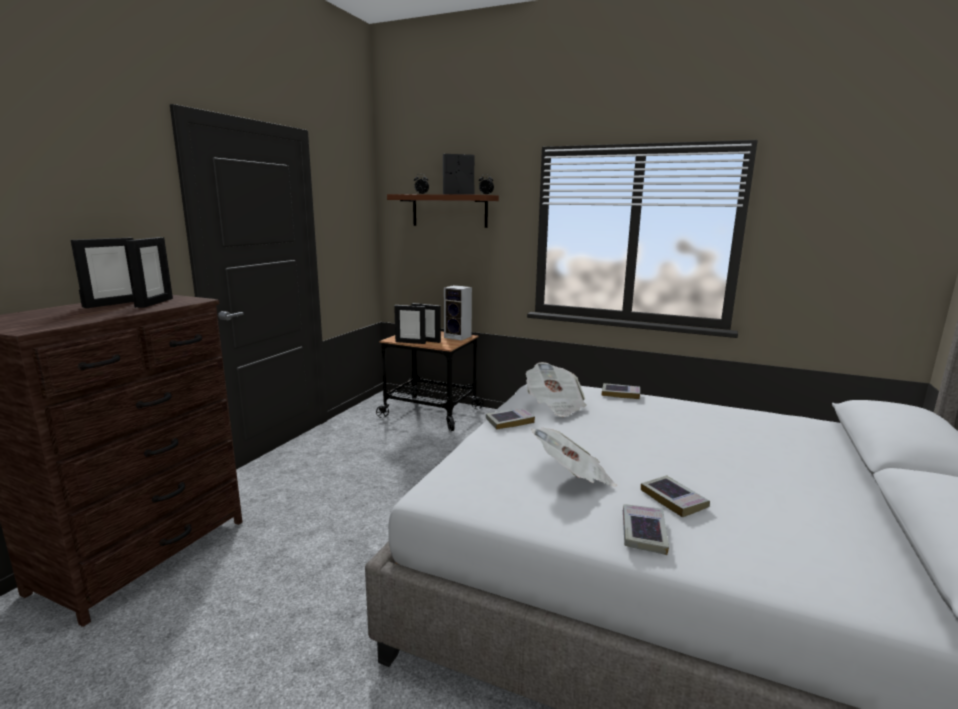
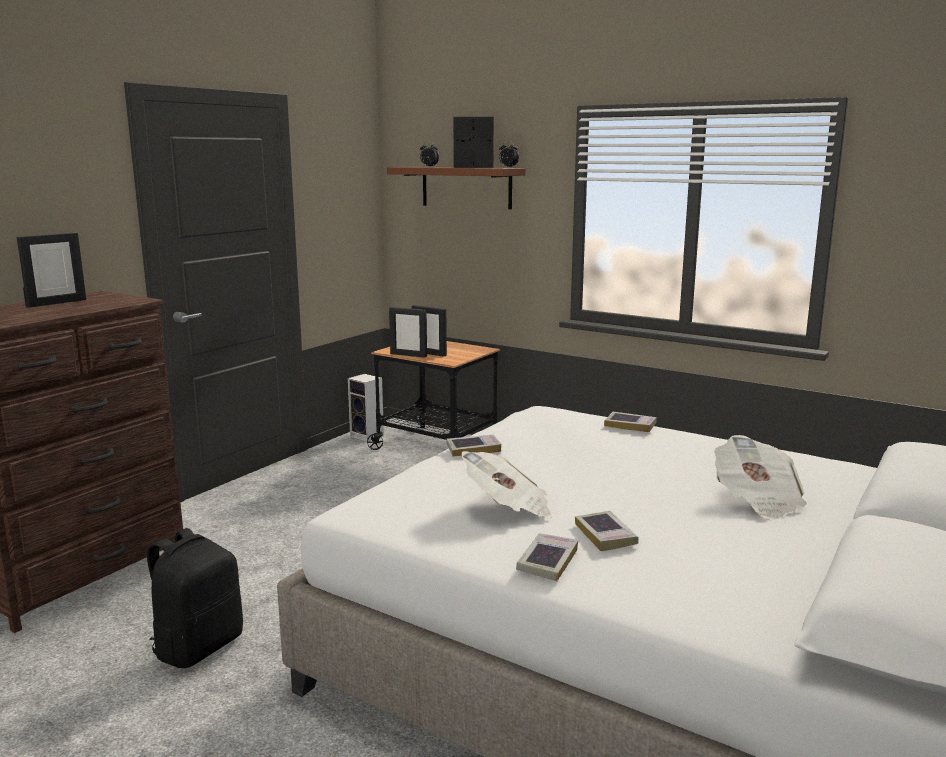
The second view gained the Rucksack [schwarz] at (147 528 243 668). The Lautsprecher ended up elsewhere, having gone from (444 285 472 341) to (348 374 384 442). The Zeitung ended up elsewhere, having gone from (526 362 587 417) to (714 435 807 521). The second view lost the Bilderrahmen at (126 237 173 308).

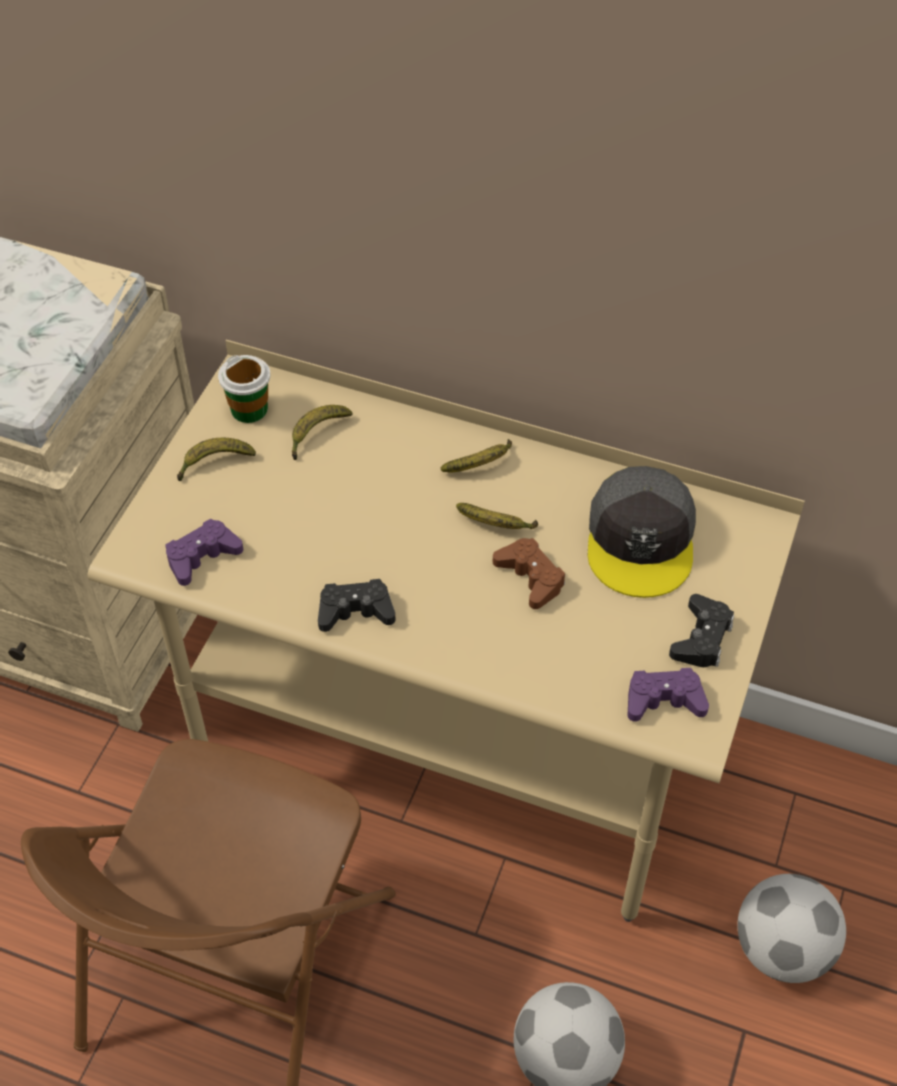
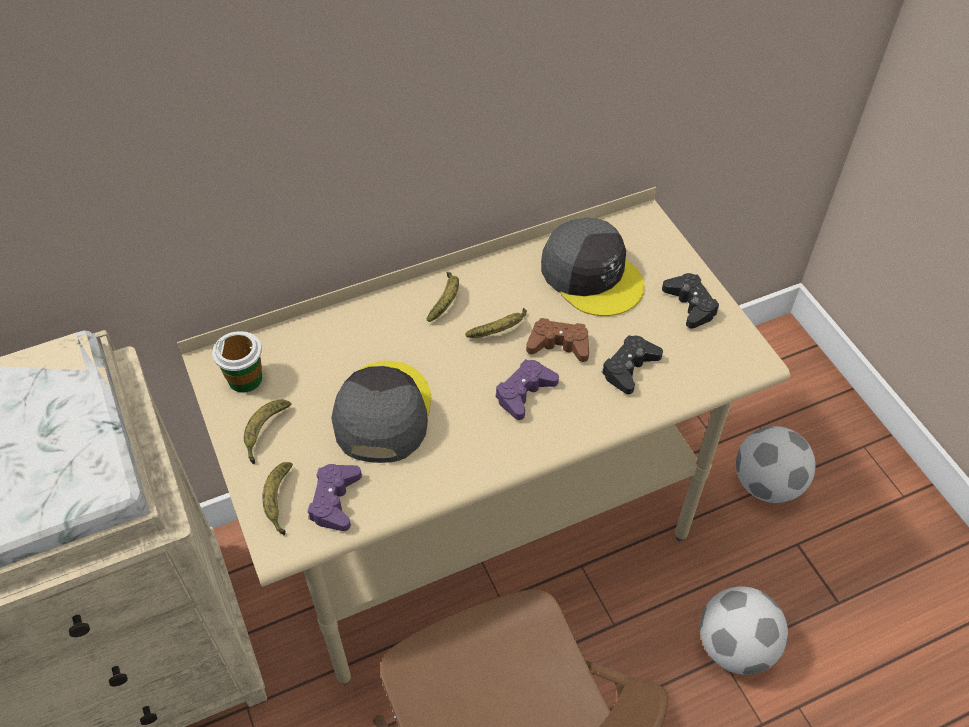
The Banane ended up elsewhere, having gone from (292 405 353 460) to (262 462 293 536). The second view gained the Kappe [grau] at (331 361 431 463). The Gamepad [lila] ended up elsewhere, having gone from (627 668 709 722) to (495 359 559 420). The Gamepad [schwarz] ended up elsewhere, having gone from (318 579 395 632) to (601 335 663 394).

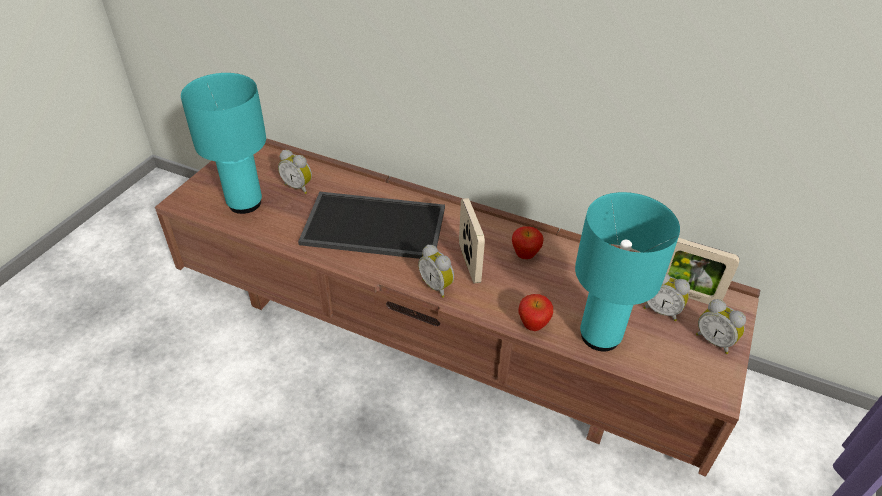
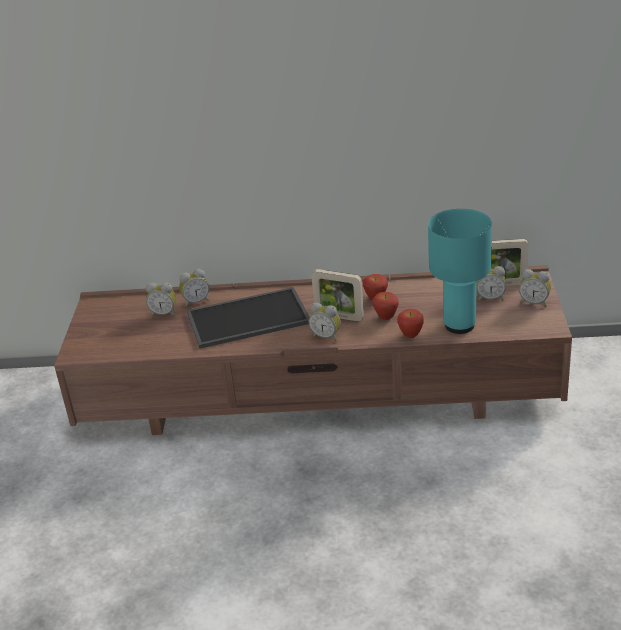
The second view gained the Wecker at (179 269 209 307). The Bilderrahmen at (459 198 485 284) ended up facing another way, 150 degrees clockwise from before. The second view gained the Apfel at (373 292 398 320). The second view lost the Tischlampe [türkis] at (181 73 266 214).

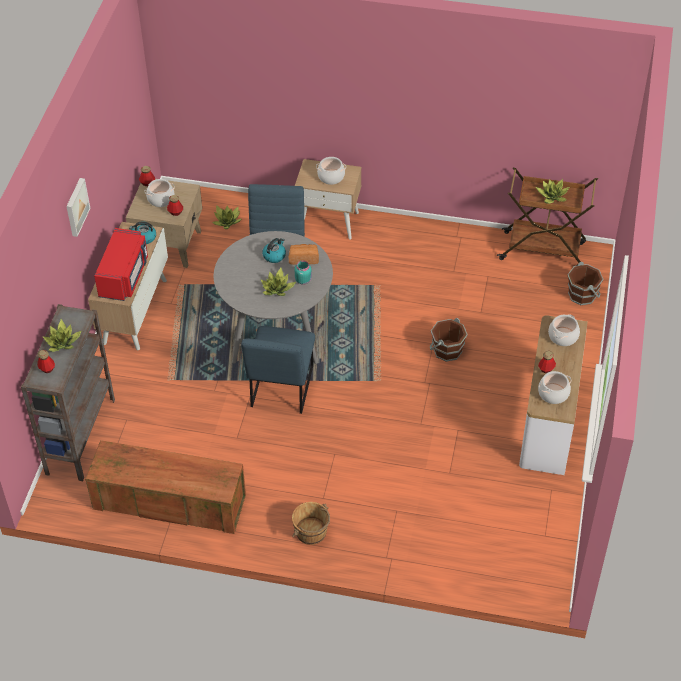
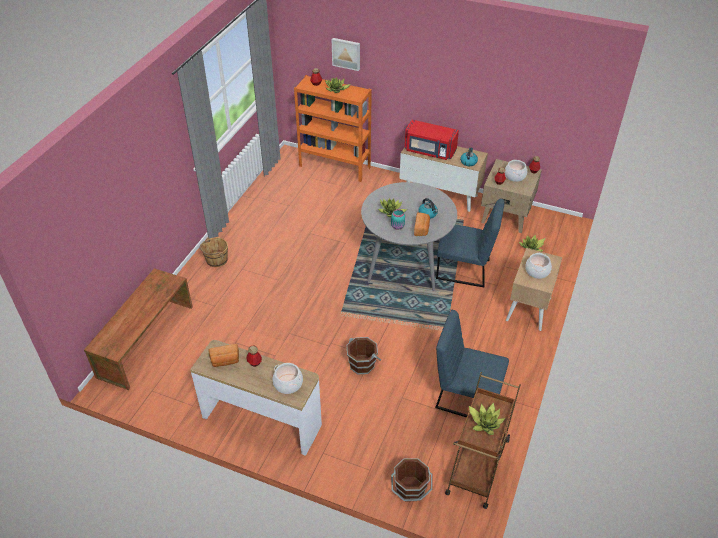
The Bank [braun] ended up elsewhere, having gone from (85 440 246 534) to (84 268 193 390). Where the Kochtopf stood at (538 371 571 404), the Brot came to stand at (208 344 239 367). What was the Bücherregal [grau] at (21 304 115 481) turned into the Bücherregal [orange] at (294 75 372 182). The Bild ended up elsewhere, having gone from (66 178 90 237) to (332 38 360 71). The Stuhl [blau] ended up elsewhere, having gone from (241 326 315 414) to (435 310 509 417).

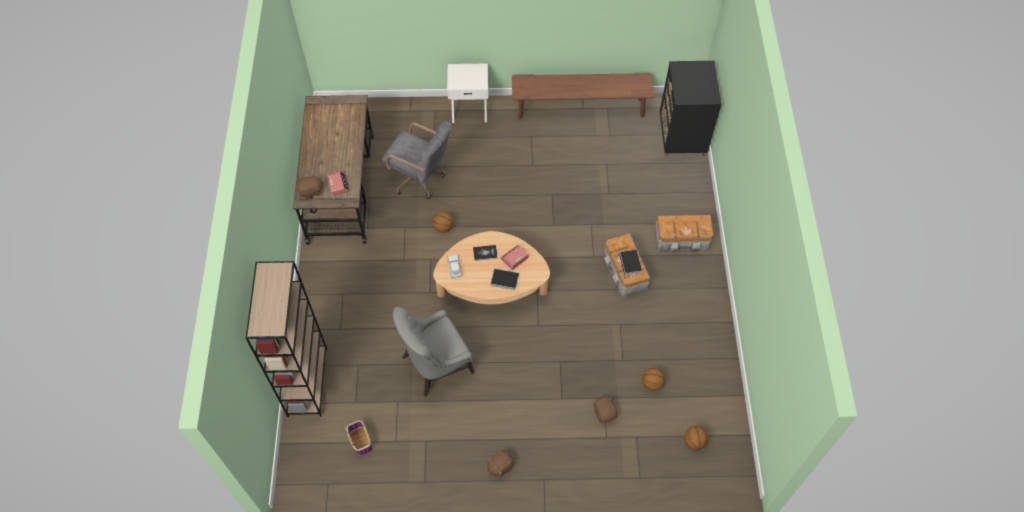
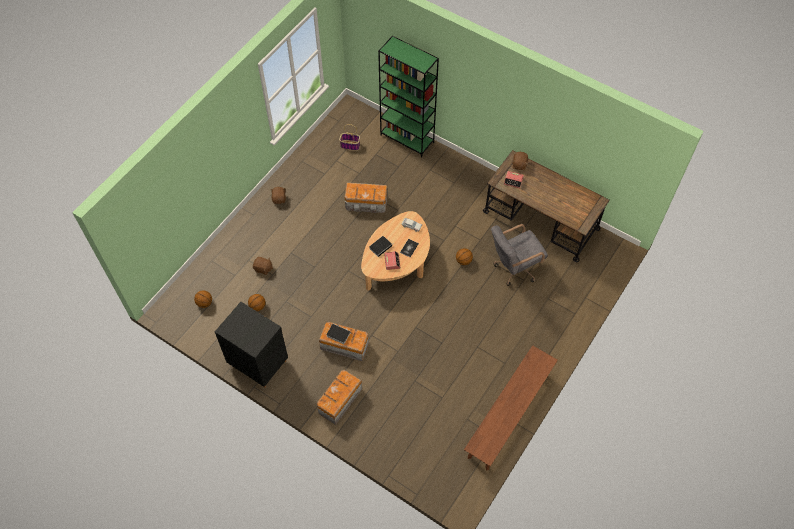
The Kommode [schwarz] ended up elsewhere, having gone from (660 61 722 157) to (215 302 288 388). Where the Stuhl [grau] stood at (393 306 474 396), the Aufbewahrungsbox came to stand at (345 182 388 213). What was the Bücherregal [beige] at (245 261 327 417) turned into the Bücherregal [grün] at (378 36 439 158). The second view lost the Nachttisch [weiß] at (447 63 488 123).

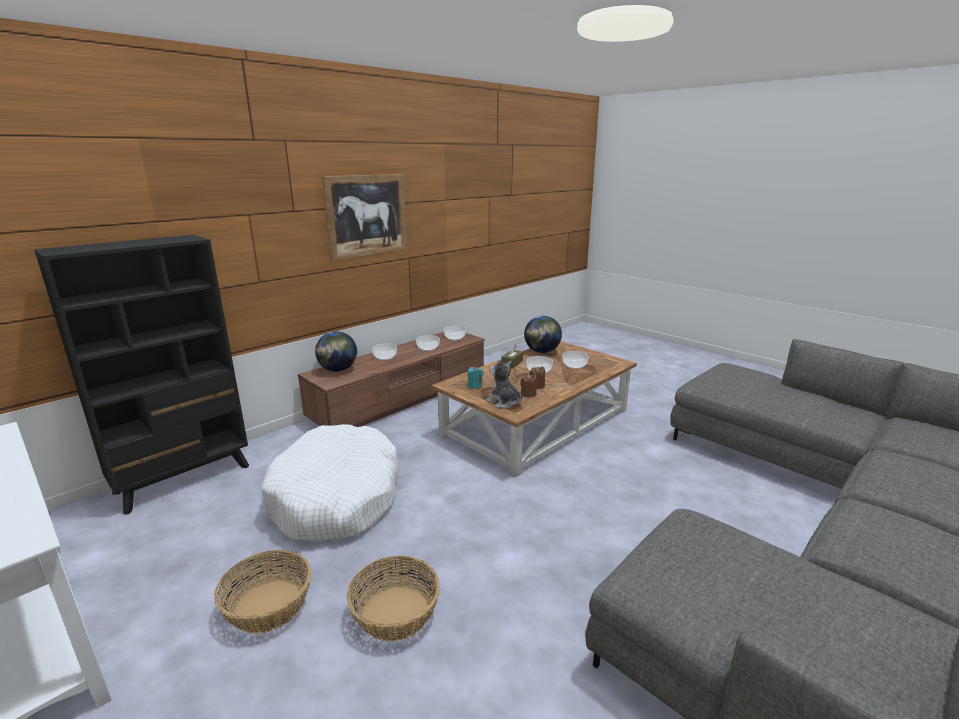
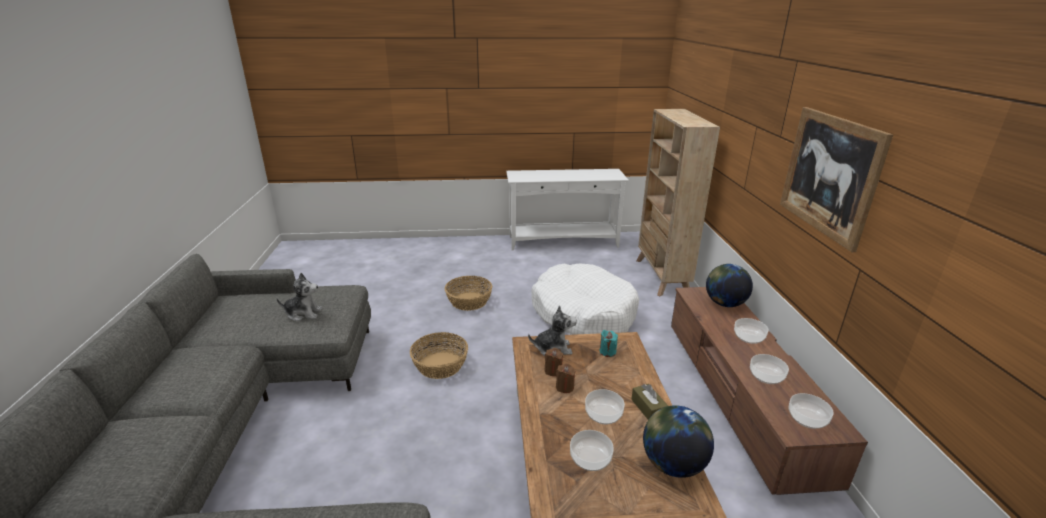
The second view gained the Plüschtier at (276 273 323 321). The Korb ended up elsewhere, having gone from (214 550 311 634) to (410 332 468 379). What was the Bücherregal [schwarz] at (34 235 249 514) turned into the Bücherregal [beige] at (636 109 720 296).

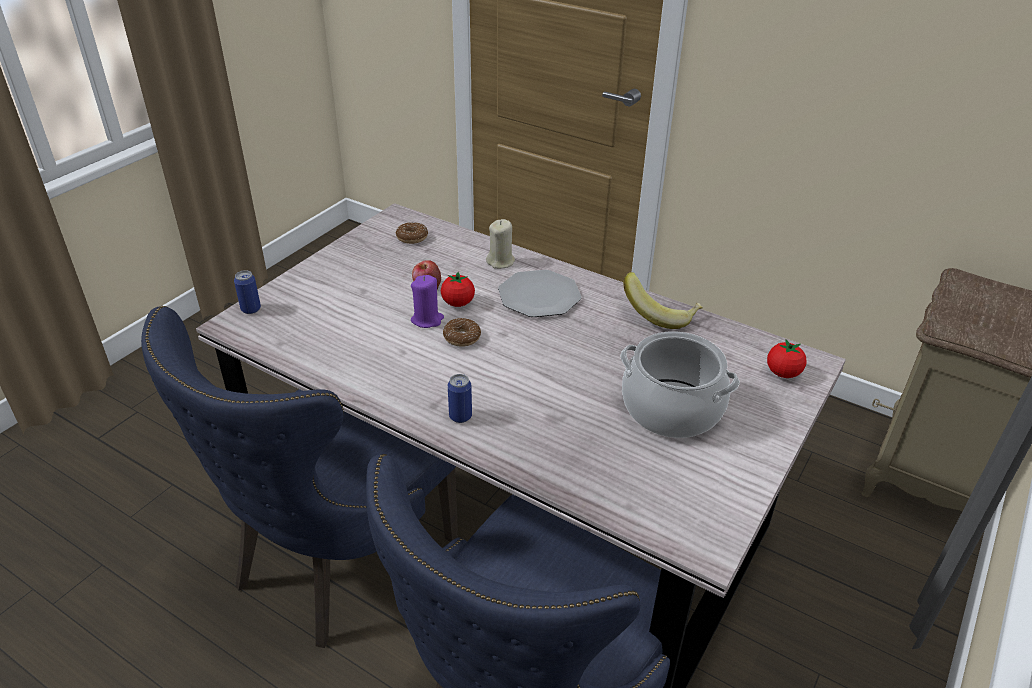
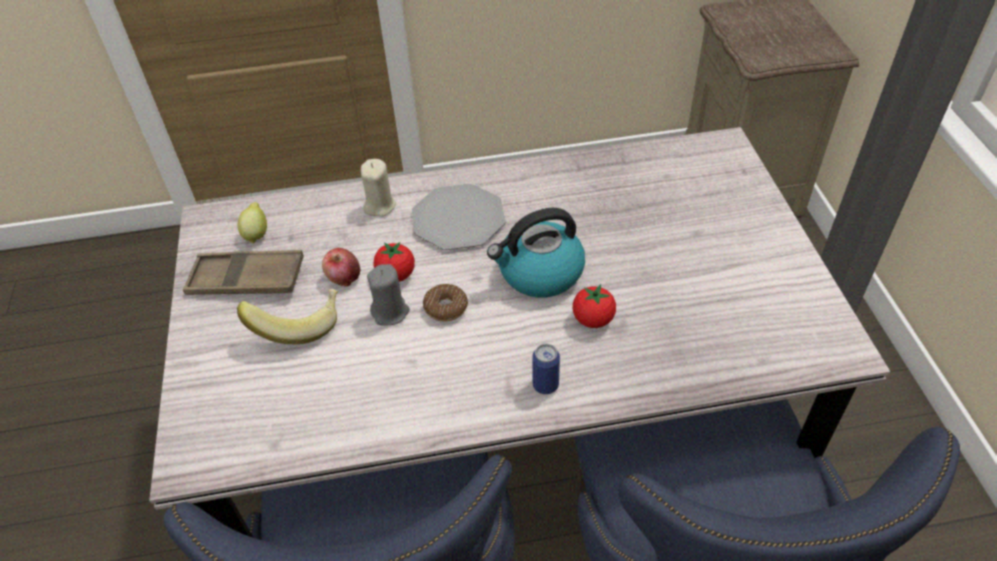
The second view gained the Tablett [braun] at (183 250 304 295). Where the Donut stood at (396 222 428 244), the Zitrone came to stand at (237 202 267 244). The Banane ended up elsewhere, having gone from (623 272 703 329) to (237 289 339 344). What was the Kerze [lila] at (411 275 444 328) turned into the Kerze [grau] at (367 264 410 326). The second view gained the Wasserkessel at (487 208 585 297). The Tomate ended up elsewhere, having gone from (767 340 807 378) to (573 284 616 328). The second view lost the Dose at (234 270 261 314). The second view lost the Kochtopf at (620 331 740 438).

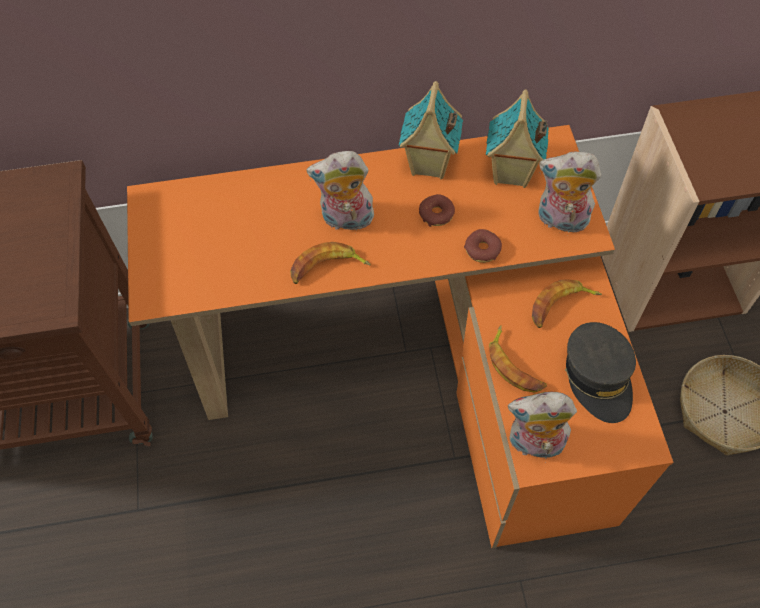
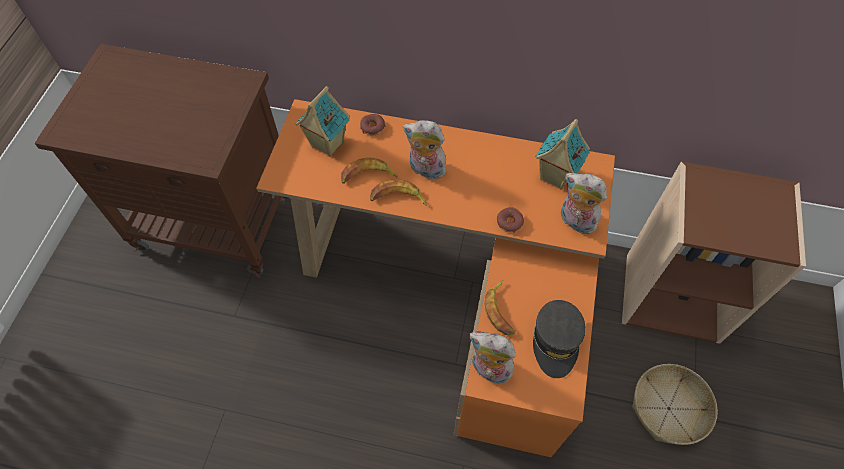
The Spielzeughaus ended up elsewhere, having gone from (399 81 463 179) to (296 86 350 157). The Banane ended up elsewhere, having gone from (532 279 602 328) to (341 158 398 184). The Donut ended up elsewhere, having gone from (419 194 455 227) to (360 114 385 135).

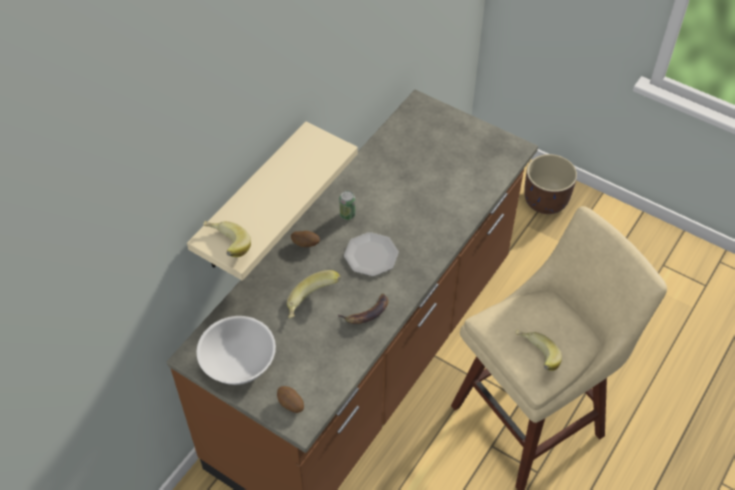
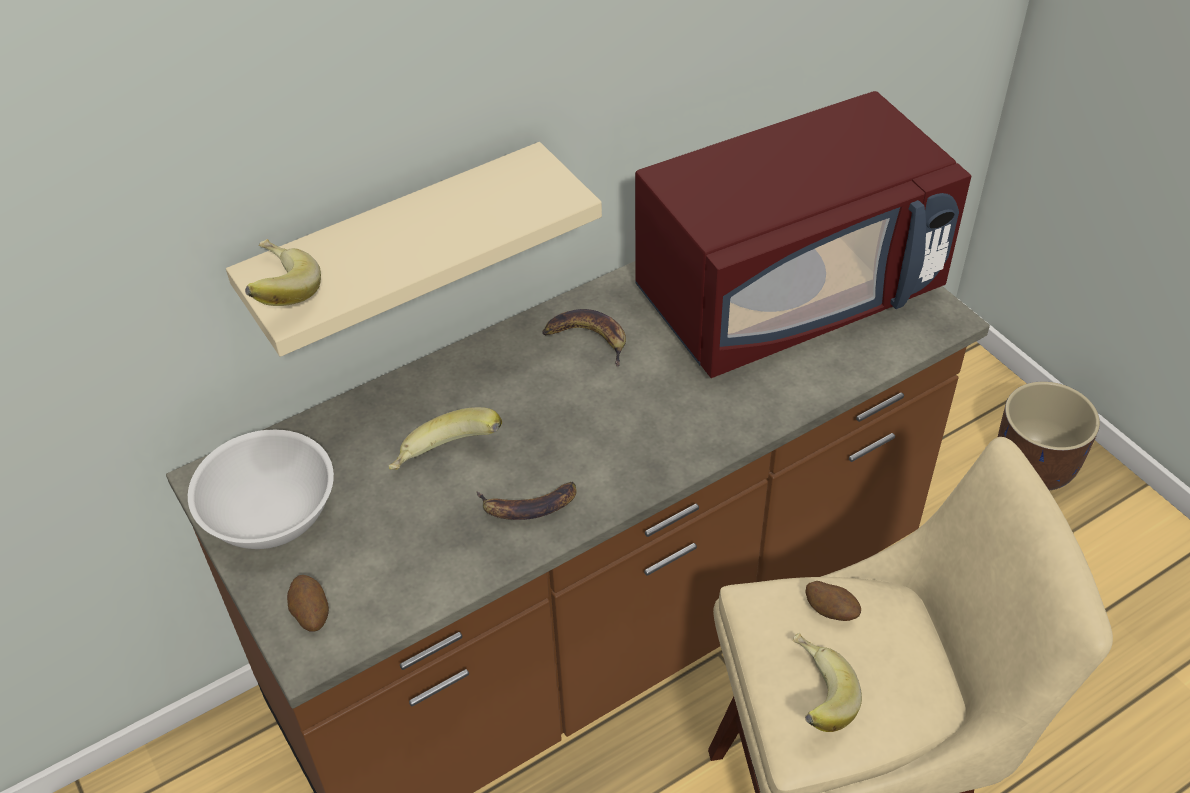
Where the Dose stood at (339 191 355 220), the Banane came to stand at (542 309 626 367). The second view gained the Mikrowelle [rot] at (635 91 971 378). The Kartoffel ended up elsewhere, having gone from (291 231 320 247) to (806 581 861 621). The second view lost the Teller at (344 232 399 276).

